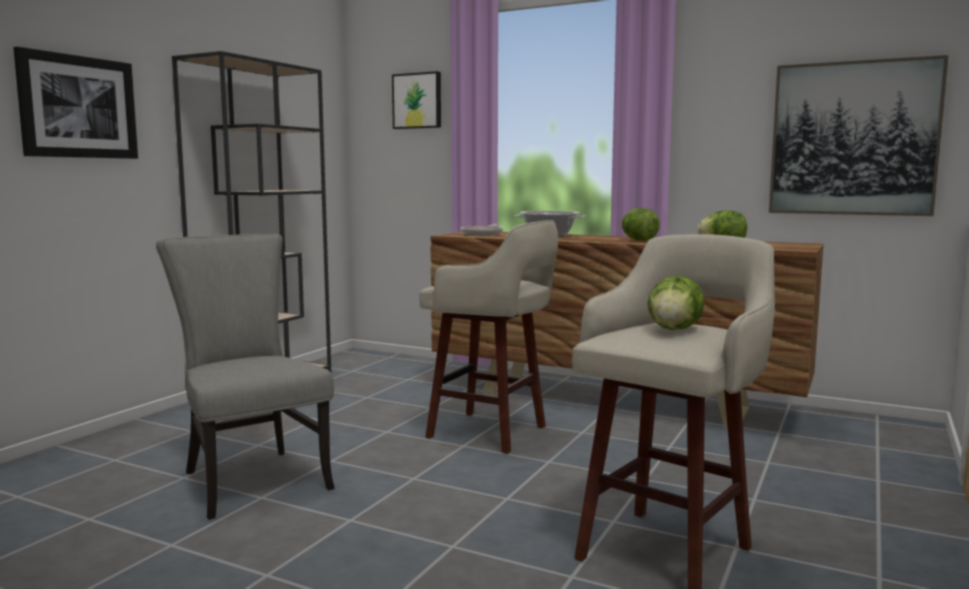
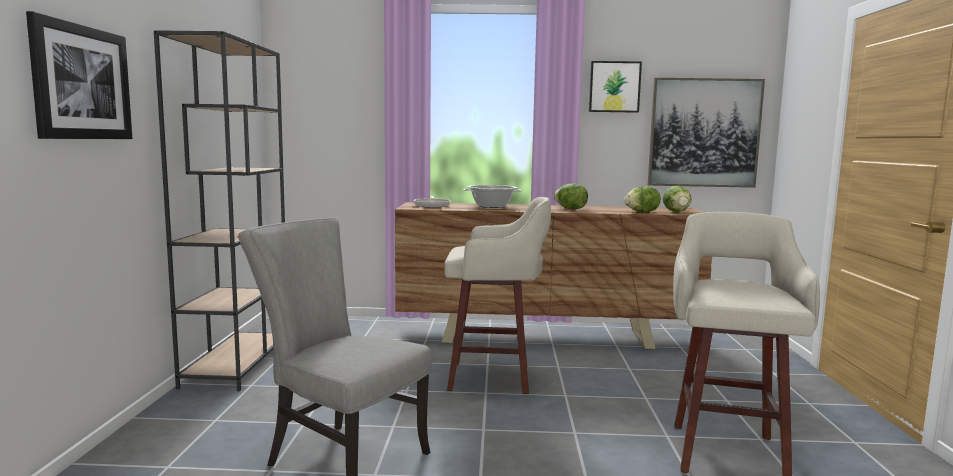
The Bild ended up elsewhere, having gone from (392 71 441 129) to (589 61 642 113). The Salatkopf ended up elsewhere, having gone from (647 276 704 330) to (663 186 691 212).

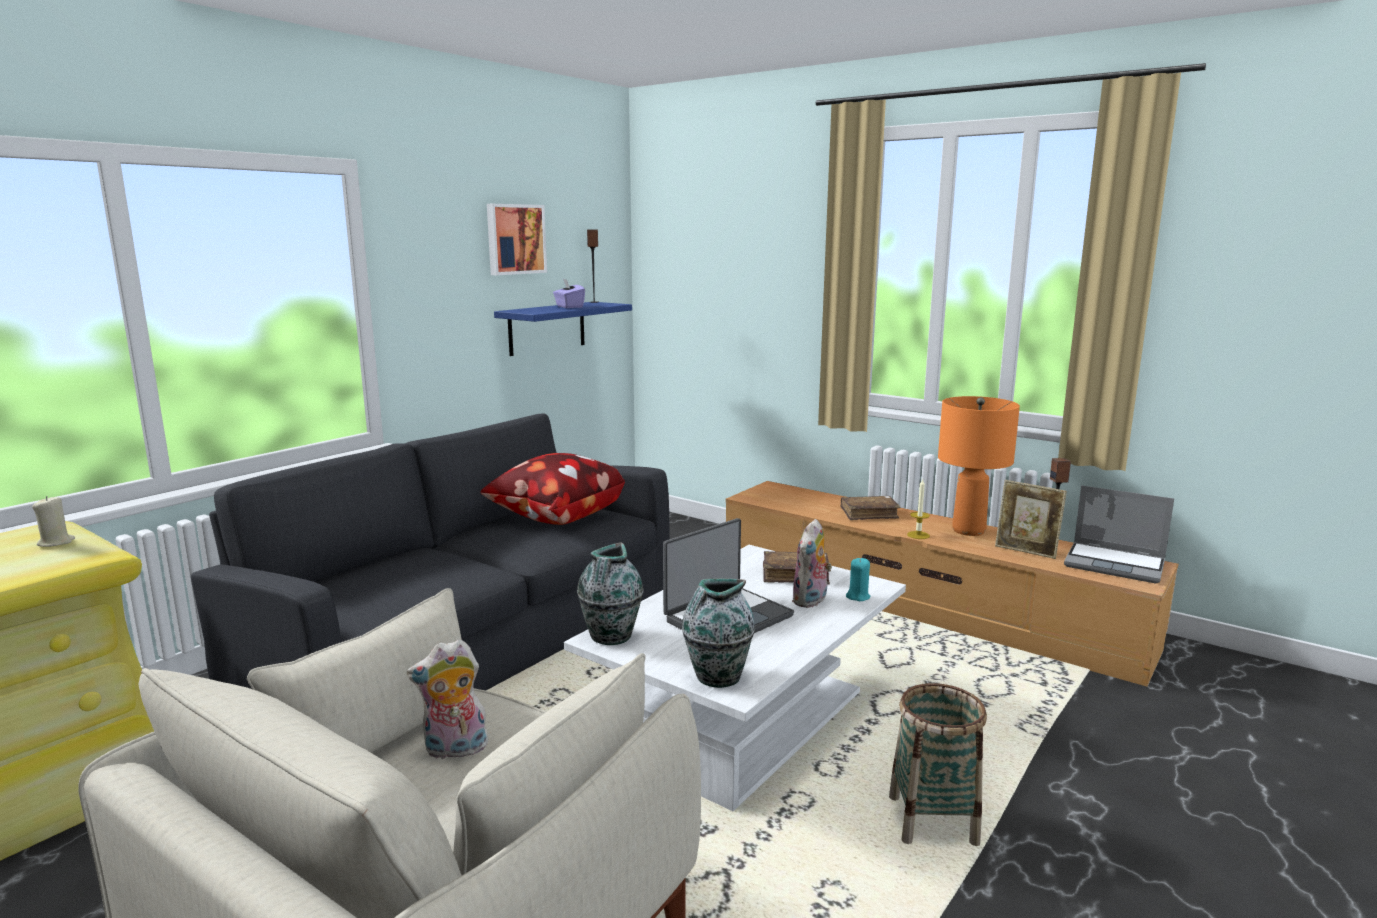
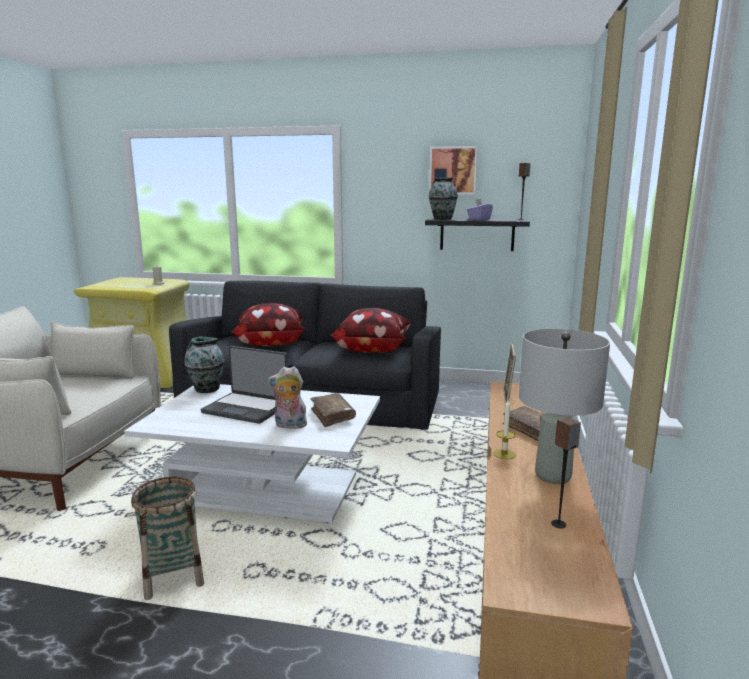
The second view gained the Kissen at (231 303 306 346). What was the Wandregal [blau] at (494 302 632 356) turned into the Wandregal [schwarz] at (425 218 530 251). The Vase ended up elsewhere, having gone from (682 579 755 688) to (429 178 458 220). The Bilderrahmen ended up elsewhere, having gone from (995 480 1067 559) to (503 342 516 403). What was the Tischlampe [orange] at (938 396 1020 536) turned into the Tischlampe [grau] at (519 329 610 484). The second view lost the Plüschtier at (407 639 489 760). The second view lost the Kerze [türkis] at (846 558 871 601). The second view lost the Laptop at (1064 485 1174 584).

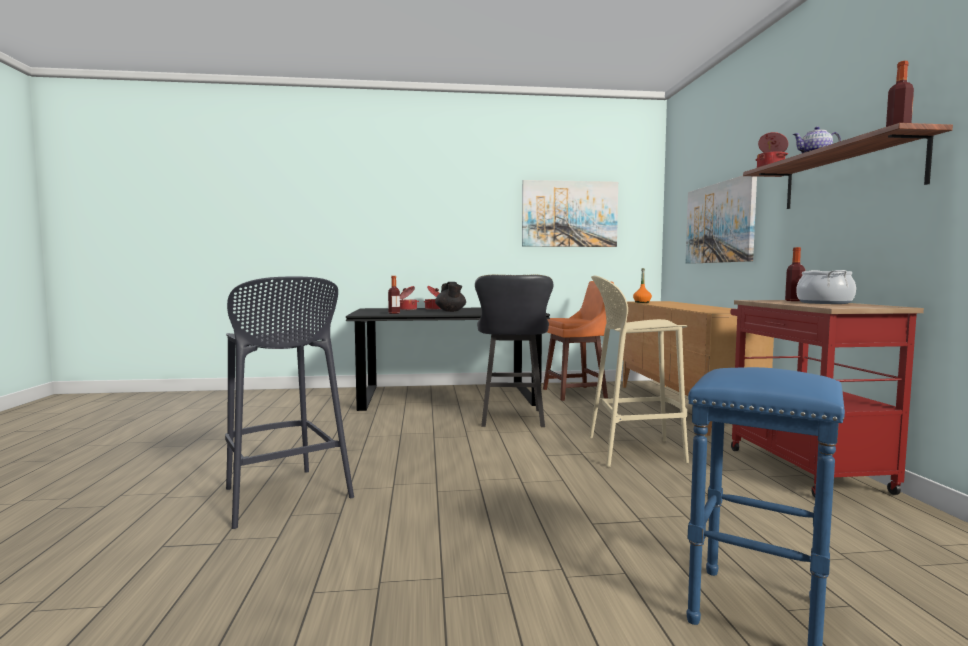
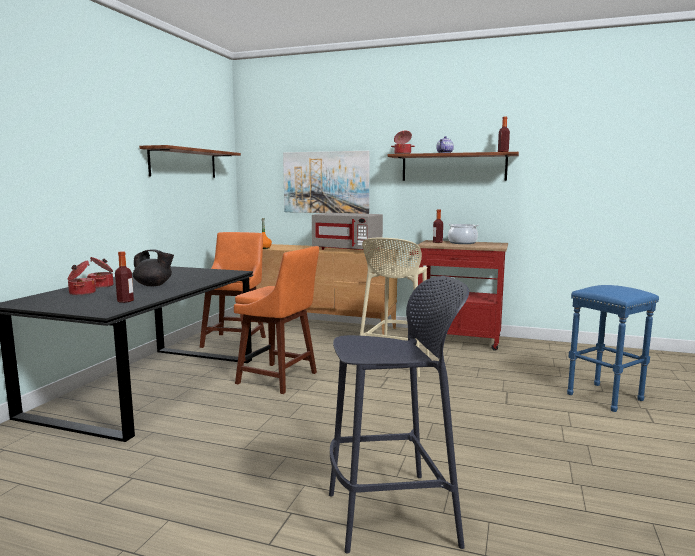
Where the Bild hung at (522 180 618 247), the Wandregal came to hang at (139 145 241 178). Where the Hocker [schwarz] stood at (475 275 553 427), the Stuhl [orange] came to stand at (234 246 319 394). The second view gained the Mikrowelle [grau] at (312 213 383 250).

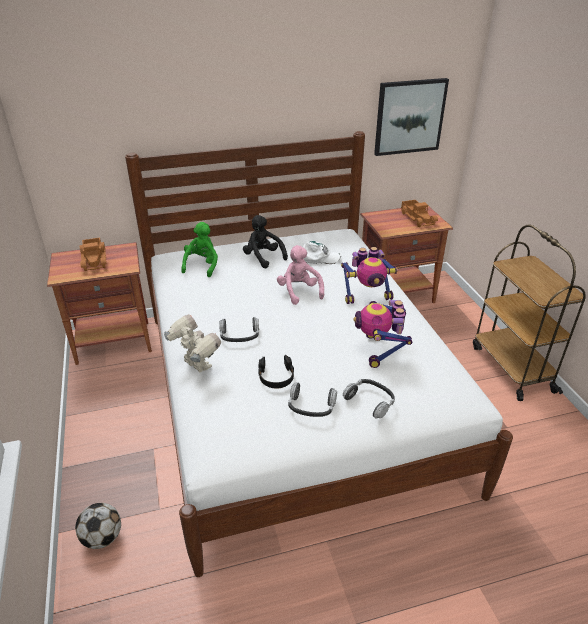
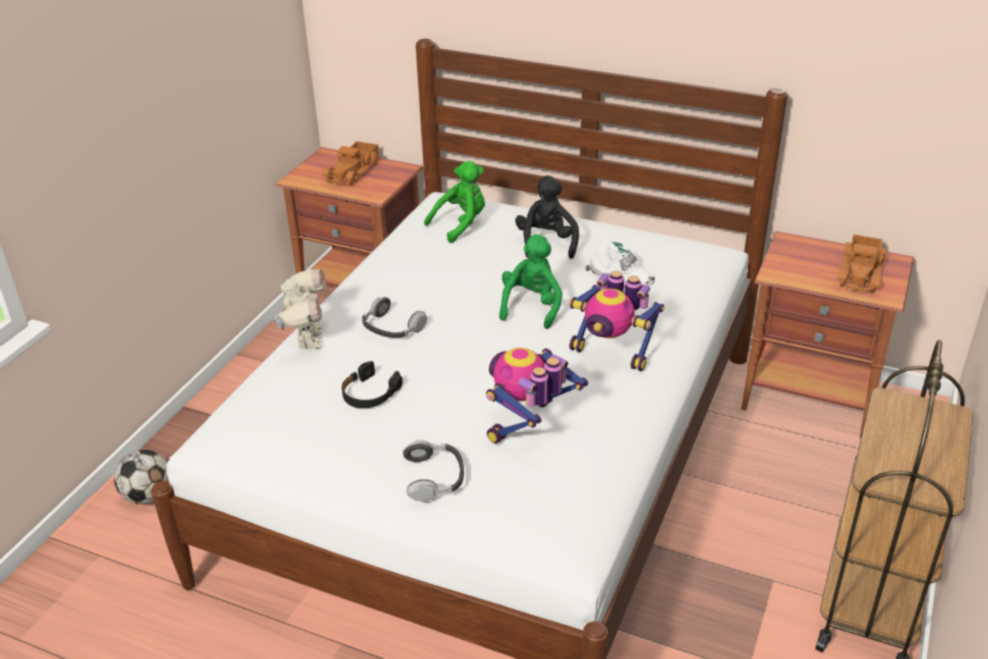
What was the Plüschtier [rosa] at (277 245 324 305) turned into the Plüschtier [grün] at (499 234 562 329). The second view lost the Kopfhörer at (288 382 337 417). The second view lost the Bild at (374 78 449 156).

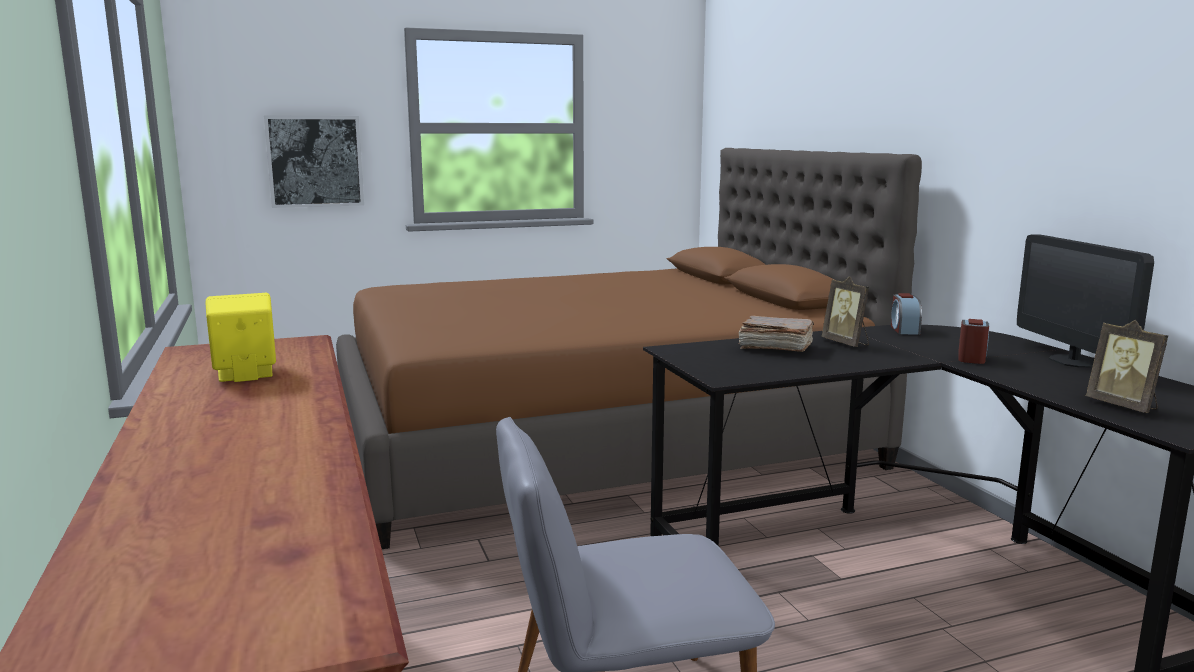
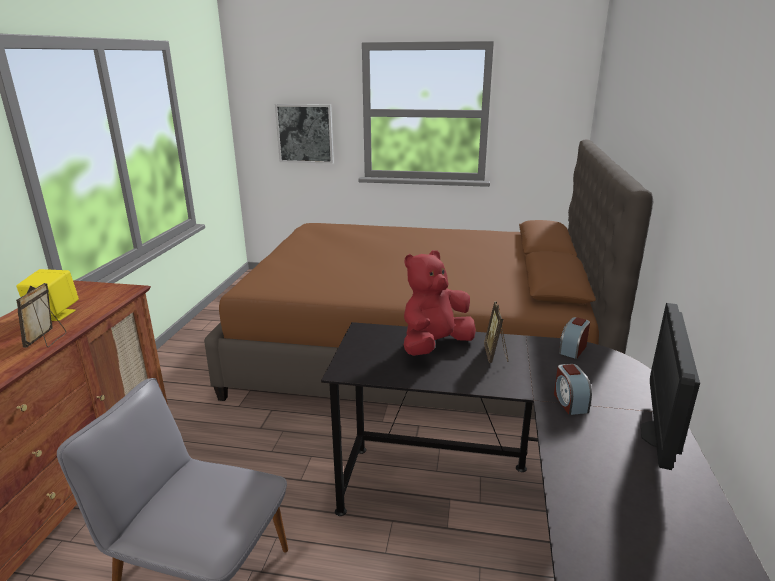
The Bilderrahmen ended up elsewhere, having gone from (1086 320 1168 413) to (16 283 66 348). Where the Buch [braun] stood at (738 315 814 352), the Plüschtier [rot] came to stand at (404 250 476 356). The Wecker at (958 319 989 364) ended up facing another way, 120 degrees clockwise from before.

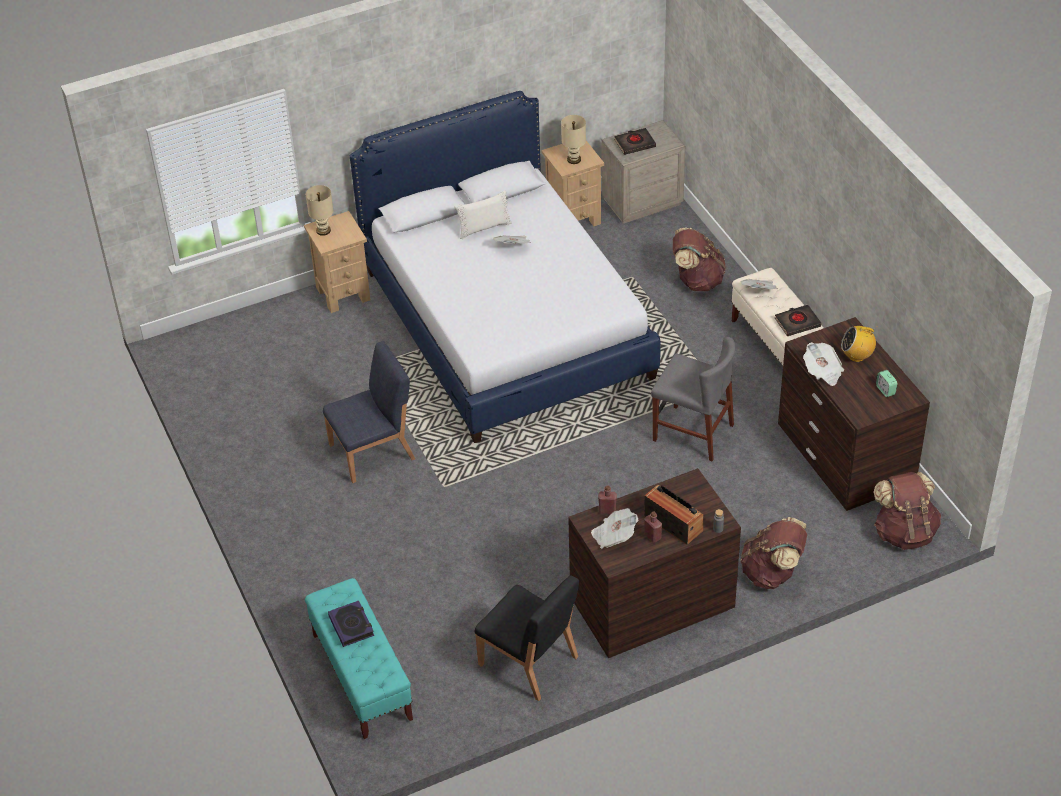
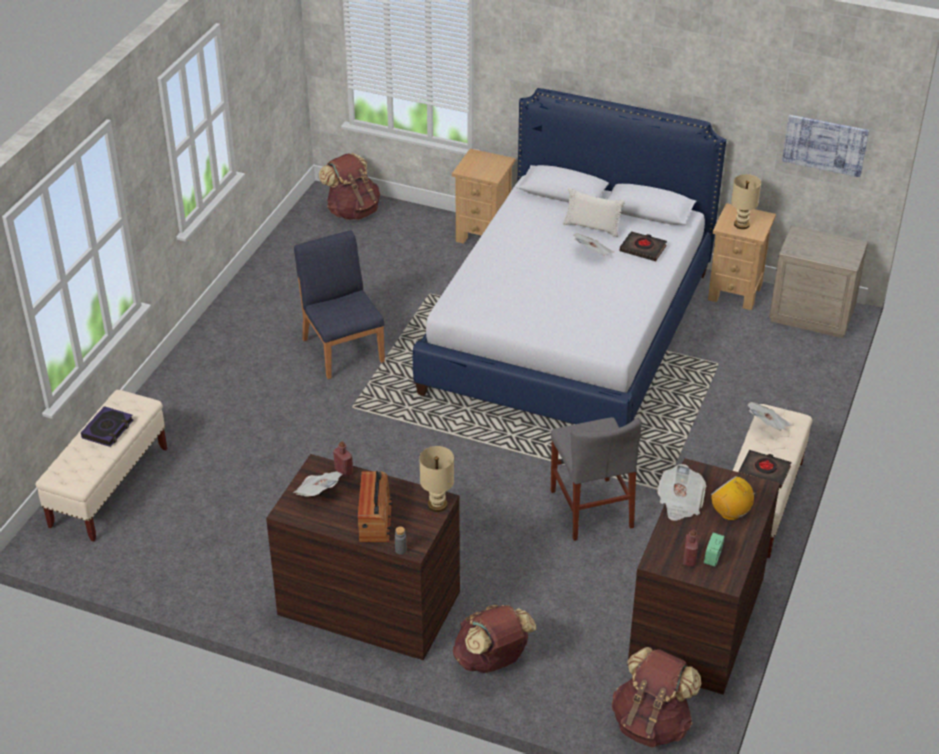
What was the Bank [türkis] at (305 578 413 739) turned into the Bank [beige] at (35 390 167 541). The Stuhl [blau] at (323 341 415 483) ended up facing another way, 135 degrees counterclockwise from before. The Rucksack [braun] ended up elsewhere, having gone from (673 228 726 291) to (319 153 380 220). The Tischlampe [beige] ended up elsewhere, having gone from (306 185 333 236) to (419 446 454 512). The Buch [schwarz] ended up elsewhere, having gone from (614 128 656 155) to (620 231 667 261). The Flasche [rot] ended up elsewhere, having gone from (644 511 662 542) to (683 530 699 567). The second view gained the Bild at (782 115 869 177). The second view lost the Stuhl [schwarz] at (474 576 579 701).

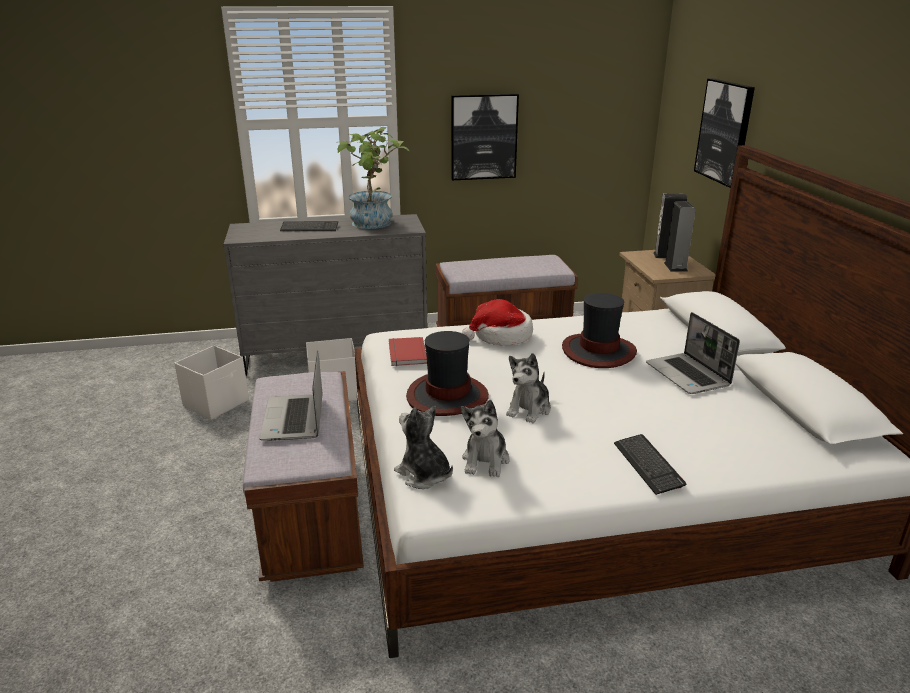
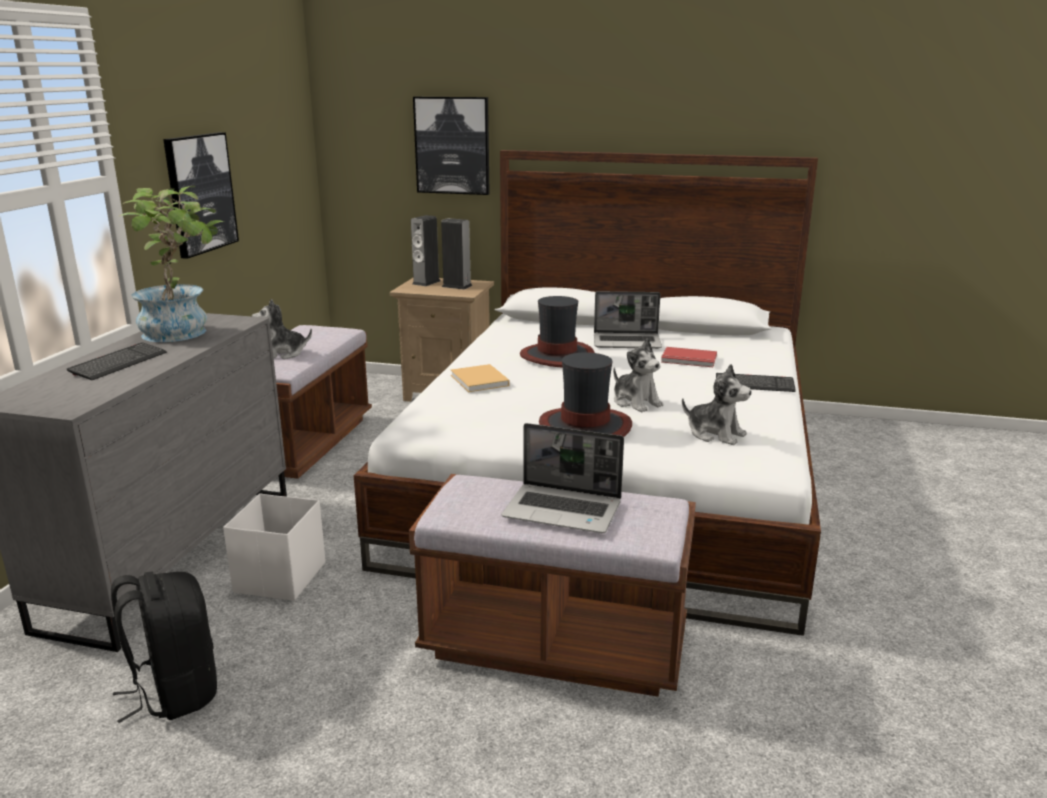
Where the Aufbewahrungsbox [weiß] stood at (174 345 249 420), the Rucksack [schwarz] came to stand at (111 572 217 723). The Plüschtier ended up elsewhere, having gone from (394 406 453 489) to (252 299 312 359). Where the Hut stood at (462 299 533 346), the Buch [beige] came to stand at (451 364 510 392). The Buch [rot] ended up elsewhere, having gone from (389 337 427 366) to (661 347 717 367).

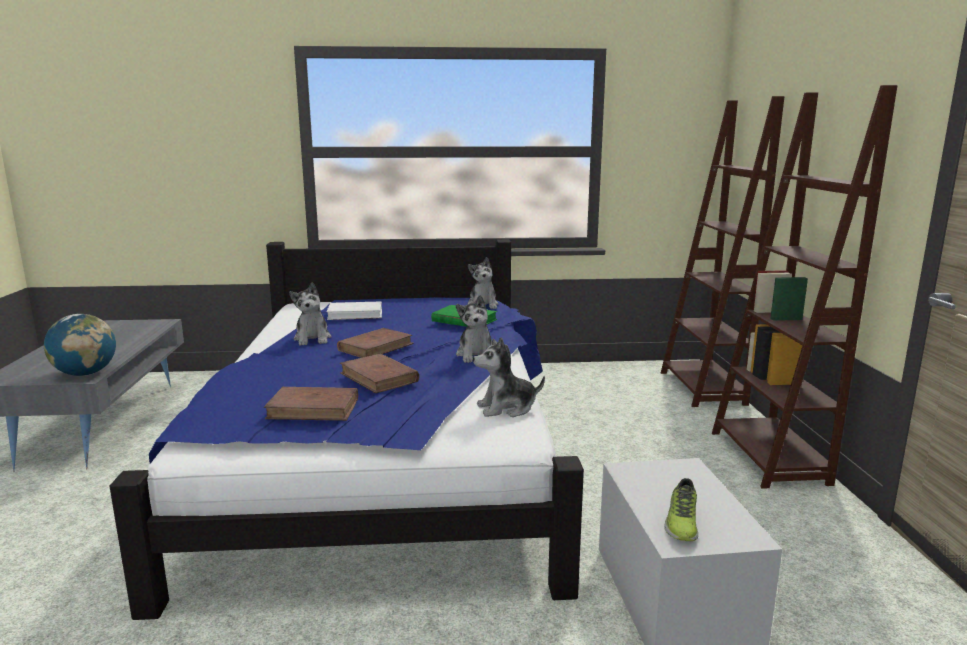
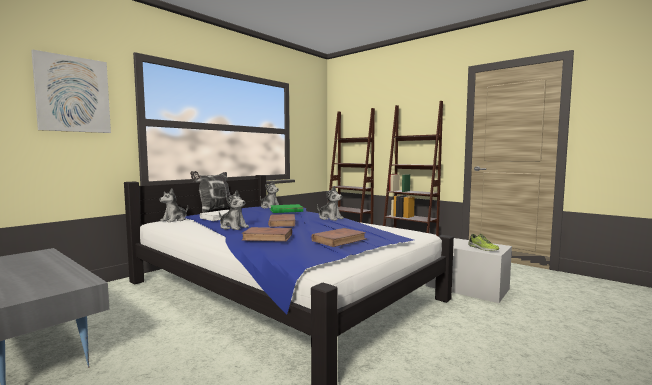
The second view gained the Bild at (31 49 111 133). The Plüschtier ended up elsewhere, having gone from (473 337 545 417) to (159 188 188 222). The second view gained the Kissen at (190 171 231 213). The Buch [braun] ended up elsewhere, having gone from (340 354 419 393) to (242 227 292 241). The second view lost the Globus at (44 314 116 376).

